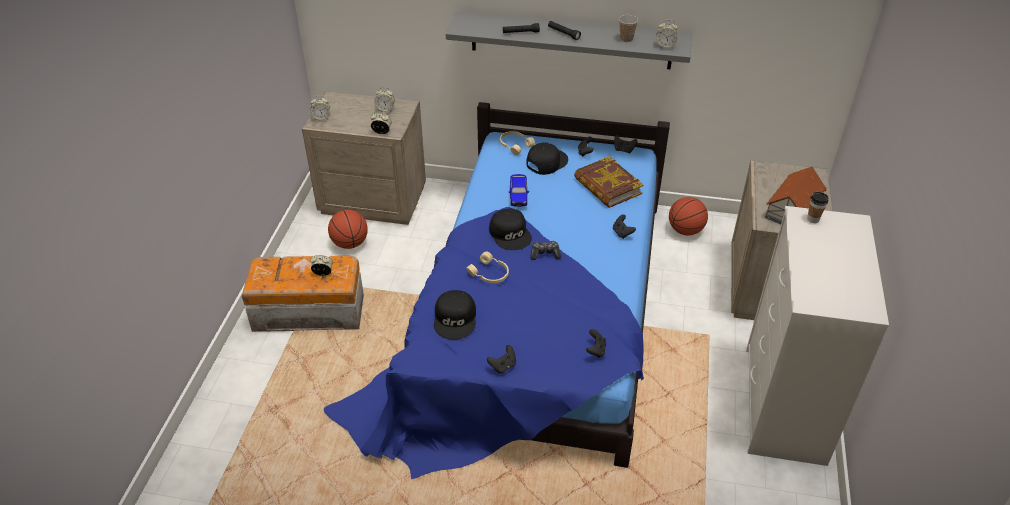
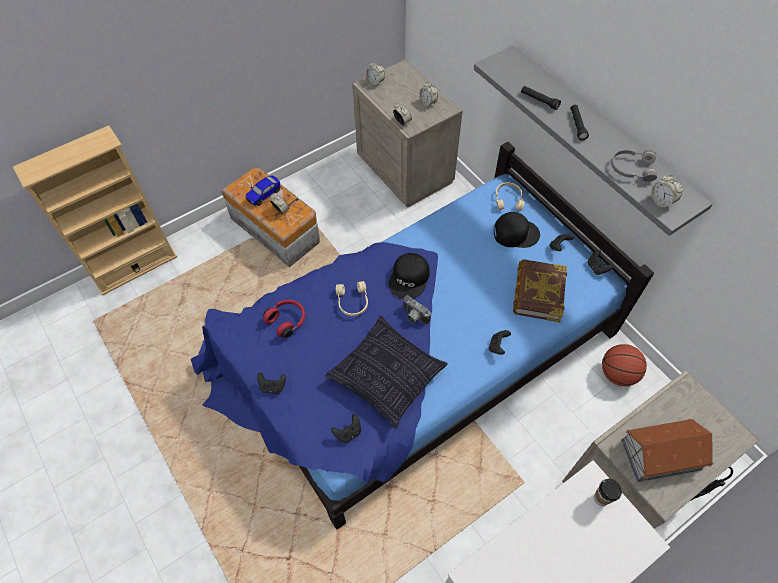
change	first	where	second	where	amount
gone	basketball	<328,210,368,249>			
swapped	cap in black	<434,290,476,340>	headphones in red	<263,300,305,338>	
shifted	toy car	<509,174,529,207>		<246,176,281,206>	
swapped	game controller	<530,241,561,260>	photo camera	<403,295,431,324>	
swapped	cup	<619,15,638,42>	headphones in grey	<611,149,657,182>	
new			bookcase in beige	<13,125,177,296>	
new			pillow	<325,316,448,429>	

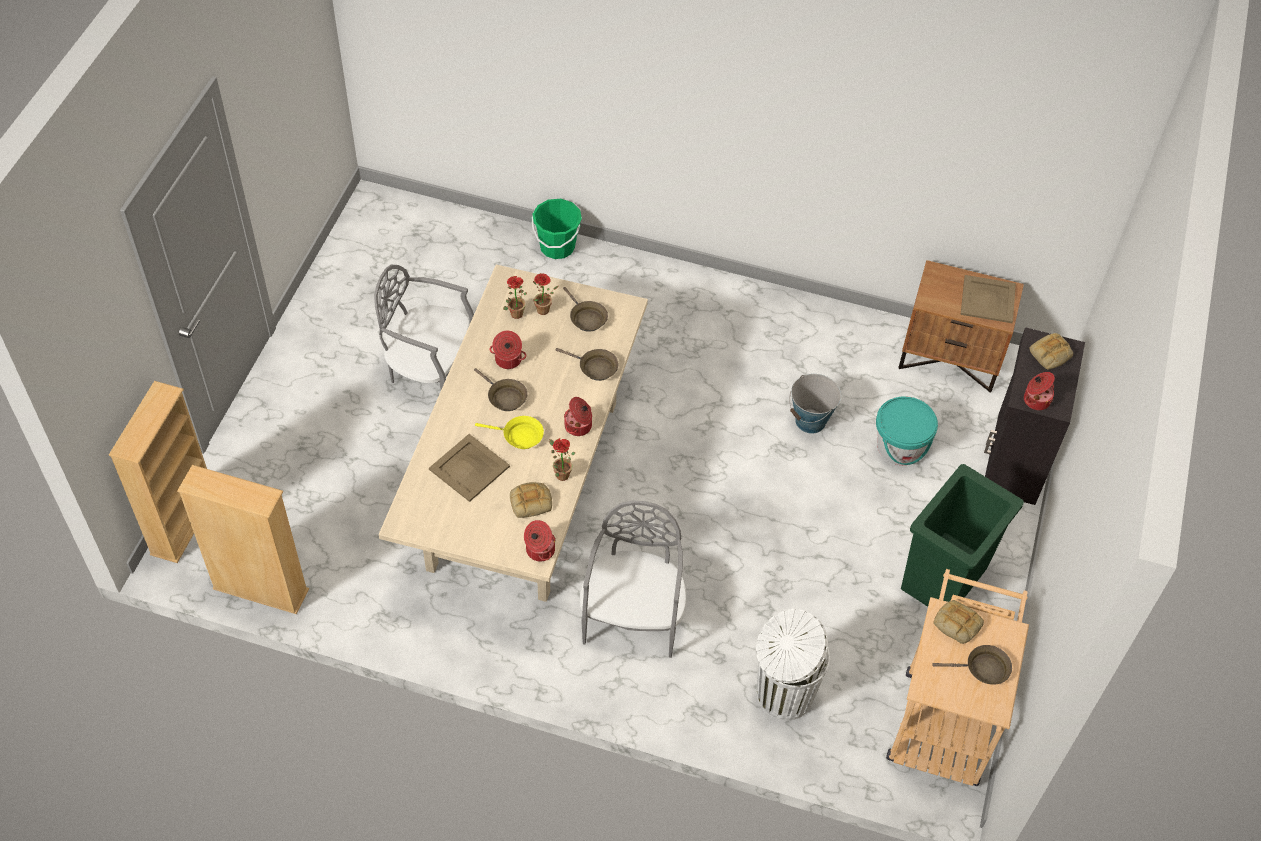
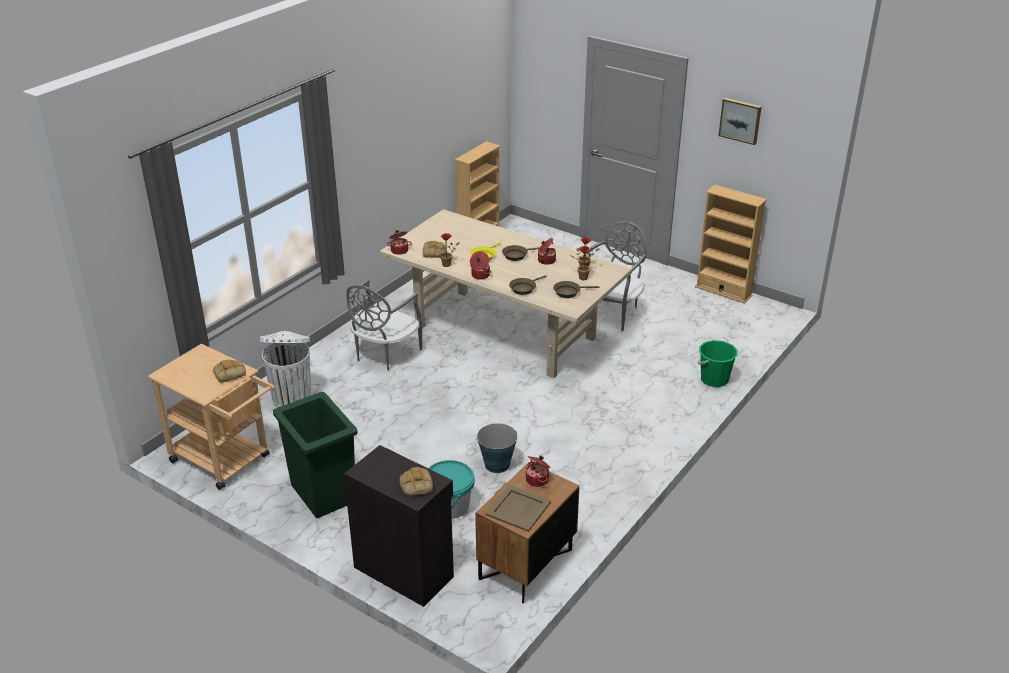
change	first	where	second	where	amount
shifted	bookcase in beige	<109,381,207,563>		<695,185,767,304>	
gone	tray in beige	<429,434,510,502>			
rotated	chair in grey	<579,500,687,658>		<346,279,422,371>	90 degrees clockwise
gone	frying pan in brown	<933,645,1012,685>			
shifted	cooking pot	<1024,372,1055,410>		<526,456,551,487>	
new			picture	<718,98,762,145>	

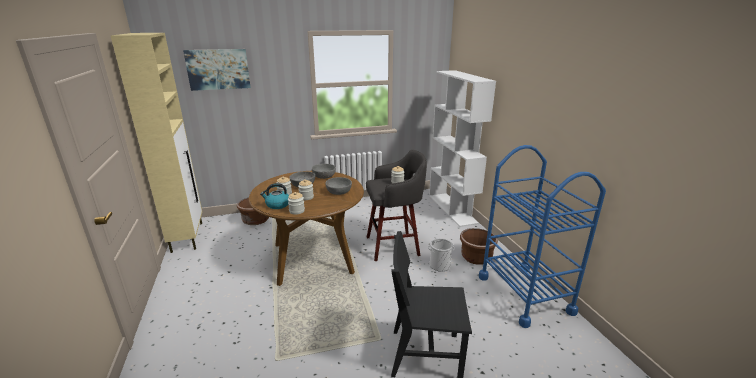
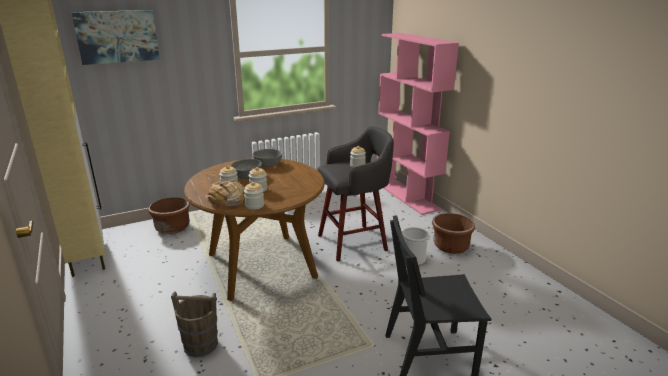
change	first	where	second	where	amount
swapped	kettle	<260,183,289,209>	bread	<205,180,245,206>	
gone	bowl in grey	<326,177,352,195>			
repainted	bookcase in white	<429,70,496,227>	bookcase in pink	<377,33,459,215>	
gone	cart in blue	<479,145,606,328>			
new			bucket in brown	<171,291,218,357>	

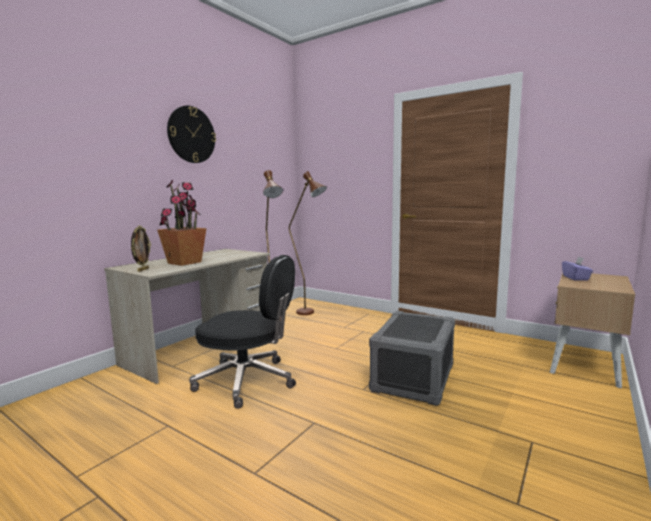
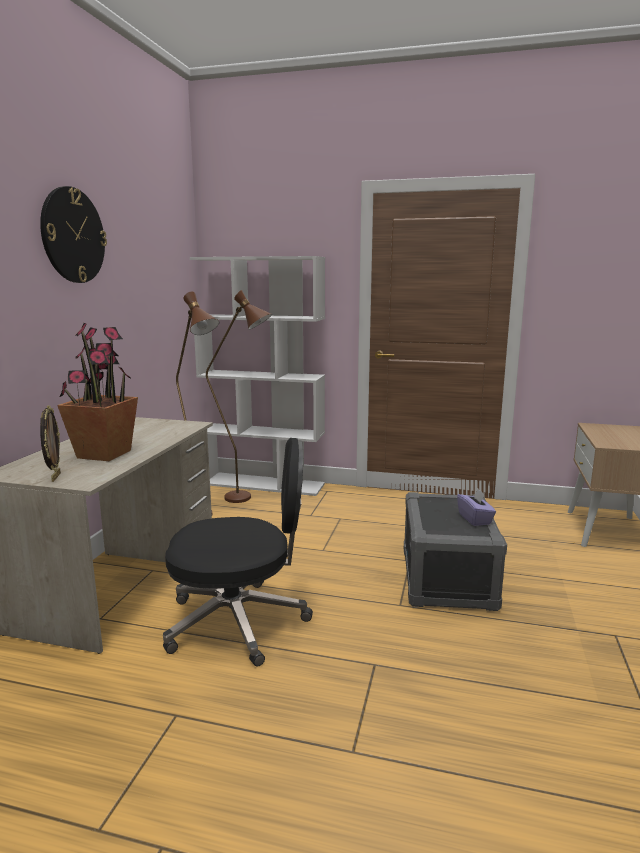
change	first	where	second	where	amount
shifted	tissue box in purple	<562,257,593,281>		<457,489,496,526>	
new			bookcase in white	<190,256,325,496>	

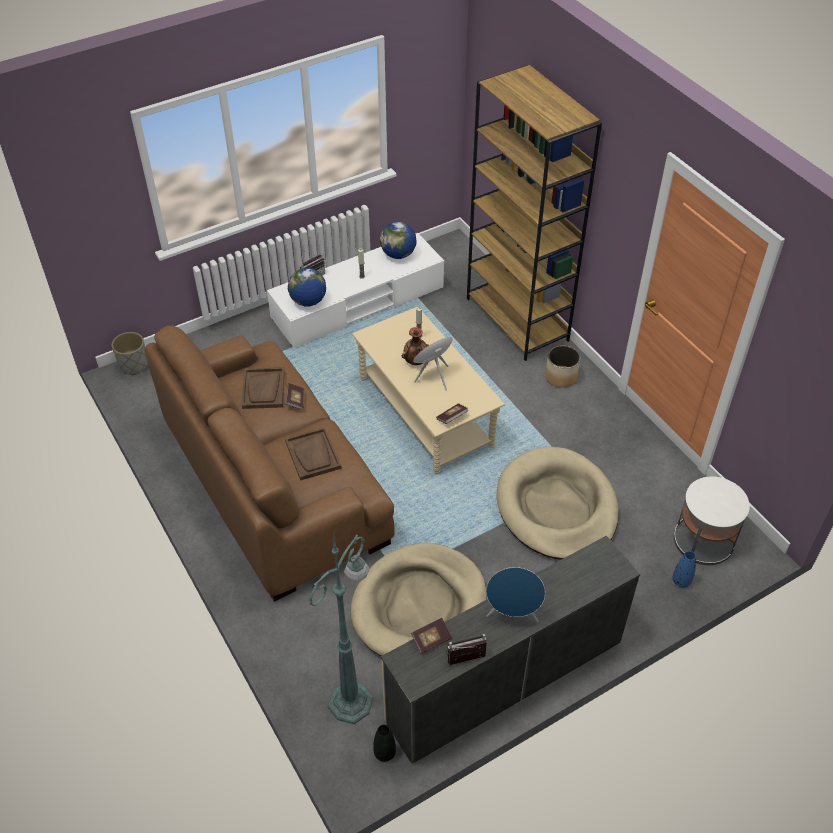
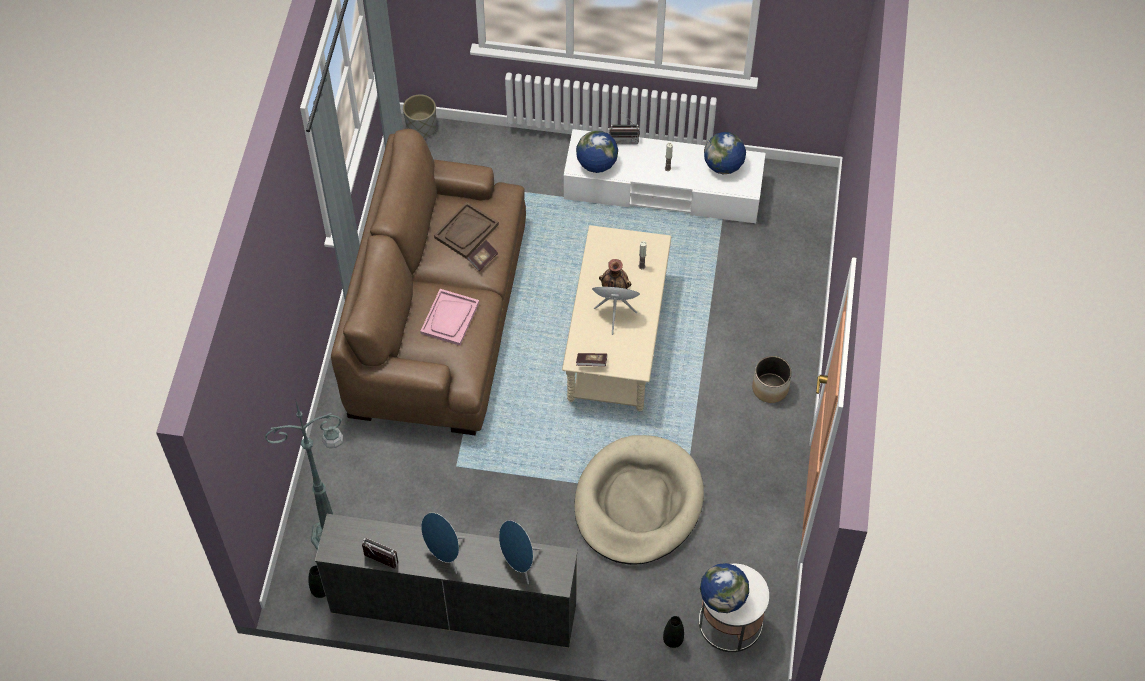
change	first	where	second	where	amount
repainted	tray in brown	<285,427,341,481>	tray in pink	<420,289,479,346>	
gone	dog bed in beige	<351,543,486,656>			
gone	book	<411,618,451,654>			
gone	bookcase in brown	<467,65,602,361>			
repainted	vase in blue	<672,551,696,587>	vase in black	<663,616,684,648>	
new			speaker in blue	<499,520,542,584>	
new			globe	<700,563,749,613>	

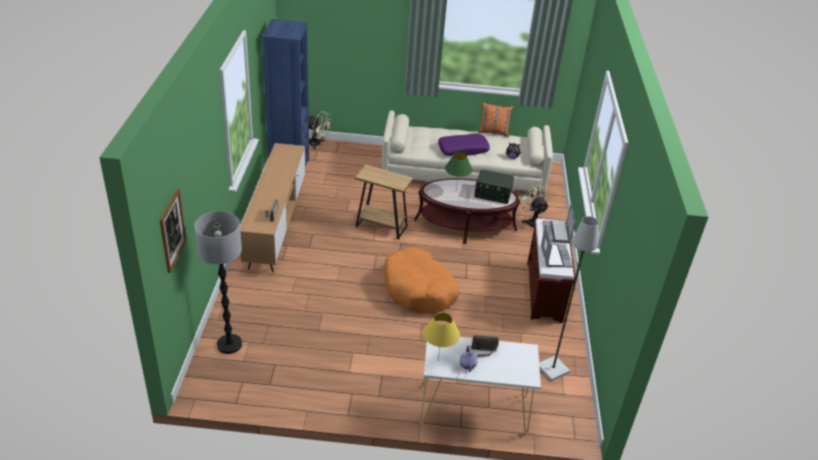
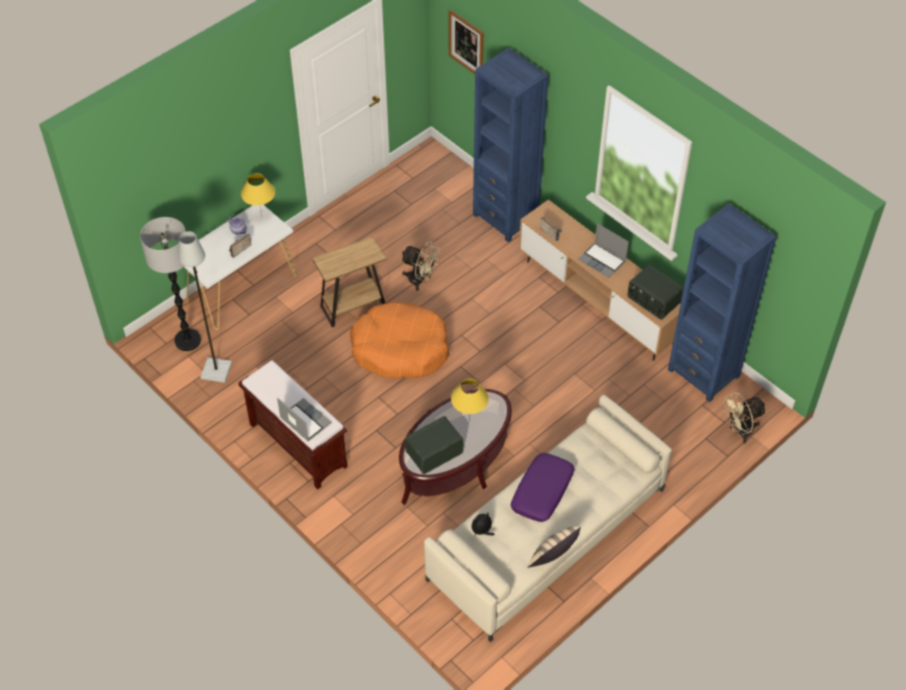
change	first	where	second	where	amount
shifted	floor lamp	<194,211,242,354>		<140,217,201,351>	
shifted	side table in brown	<355,164,414,239>		<312,236,386,327>	
repainted	table lamp in green	<445,153,472,188>	table lamp in yellow	<451,379,489,421>	
repainted	pillow in orange	<478,102,513,137>	pillow in beige	<528,526,581,568>	
shifted	fan in beige	<519,183,550,227>		<401,241,440,291>	
shifted	laptop	<541,224,573,267>		<578,223,629,278>	
new			bookcase in blue	<473,48,549,242>	
new			radio	<627,264,684,320>	

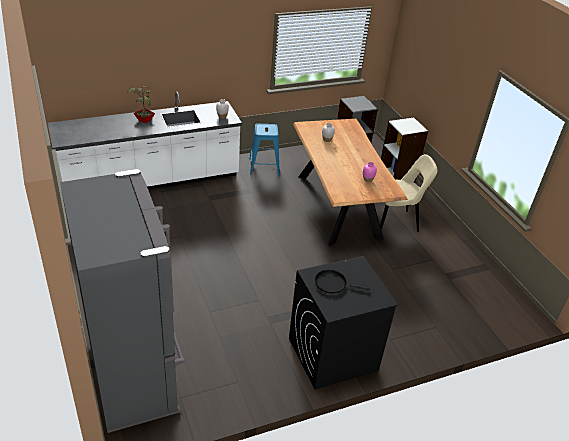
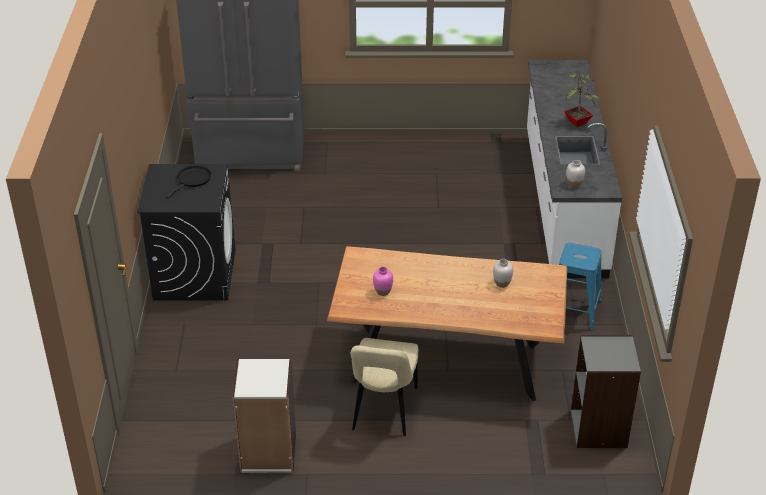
change	first	where	second	where	amount
shifted	bookcase in white	<381,117,429,181>		<232,359,296,473>	

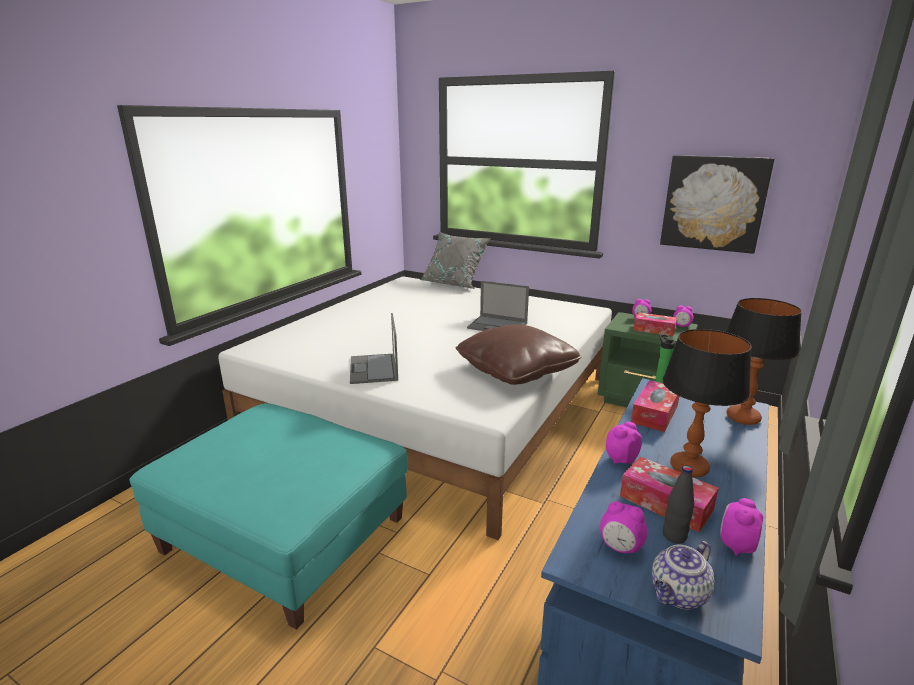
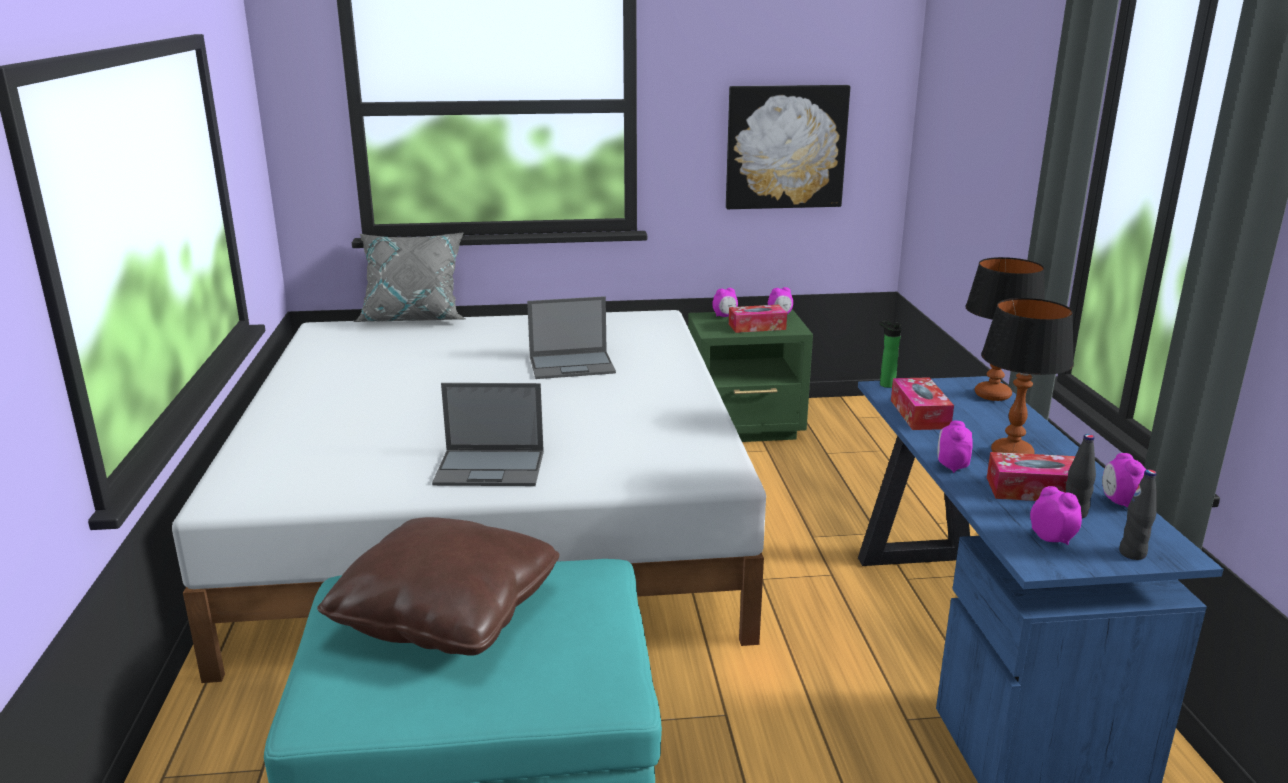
change	first	where	second	where	amount
rotated	laptop	<350,313,398,384>		<432,383,544,486>	45 degrees counterclockwise
shifted	pillow in brown	<456,324,582,385>		<317,517,559,656>	
rotated	alarm clock	<600,501,647,553>		<1030,486,1082,545>	120 degrees counterclockwise
swapped	teapot	<652,541,714,610>	bottle in black	<1119,469,1157,560>	

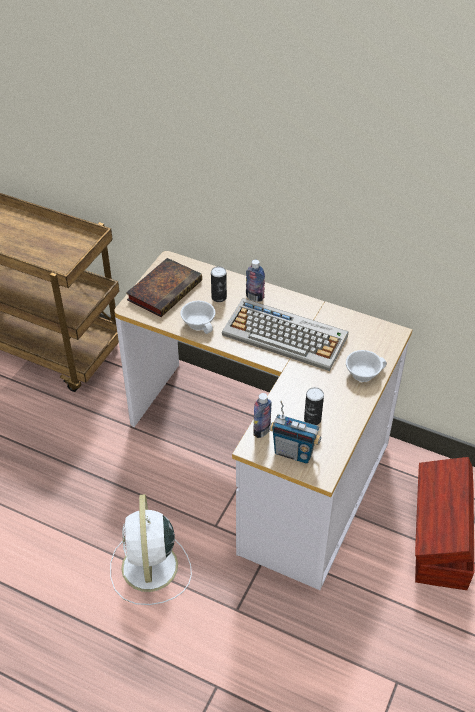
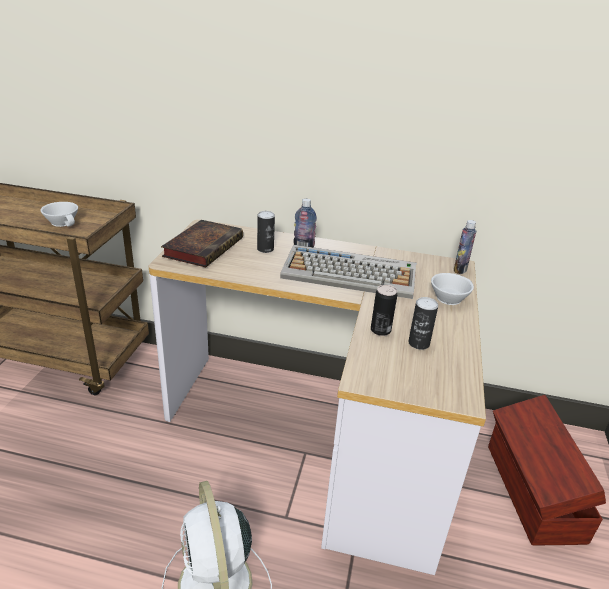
change	first	where	second	where	amount
shifted	cup in white	<180,301,215,334>		<40,202,78,227>	
shifted	bottle	<253,393,272,438>		<454,220,476,274>	
gone	radio	<269,400,321,464>			
new			can	<371,285,397,336>	

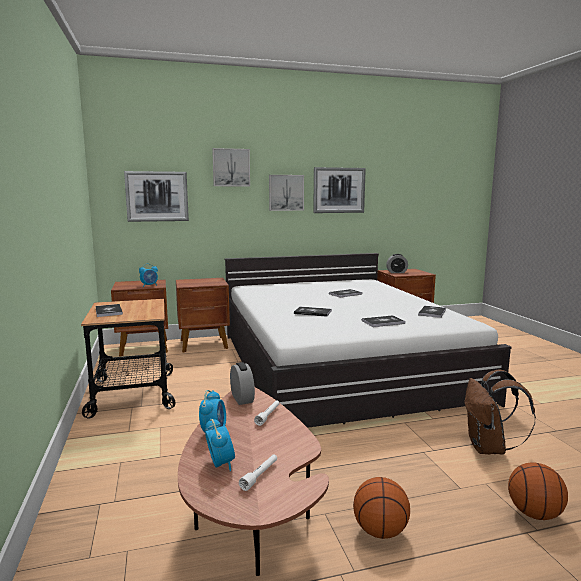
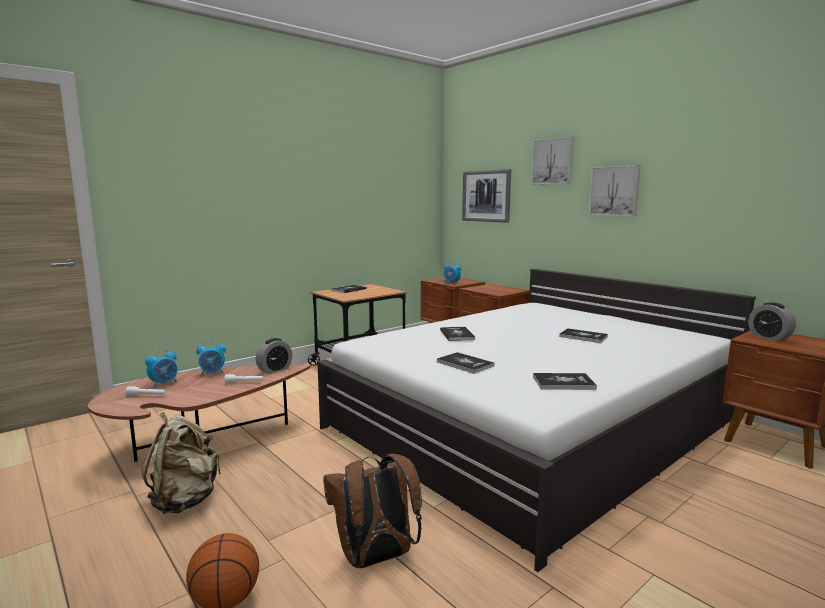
change	first	where	second	where	amount
gone	picture	<313,167,366,213>			
swapped	basketball	<353,477,410,539>	backpack in beige	<142,412,221,514>	

